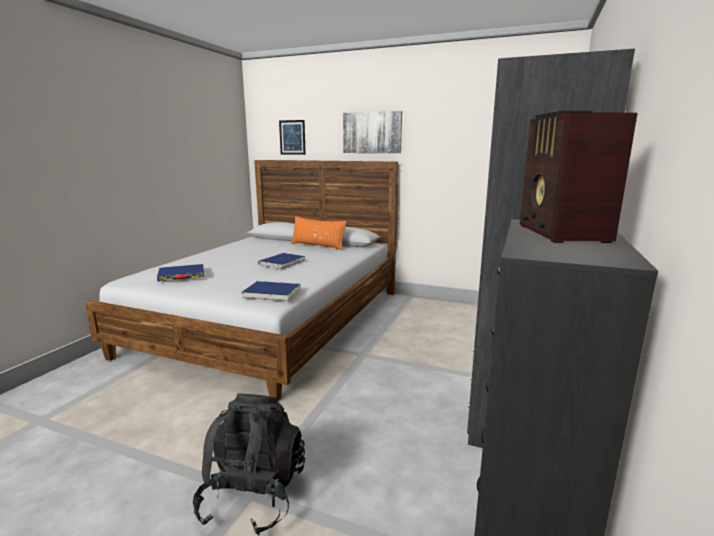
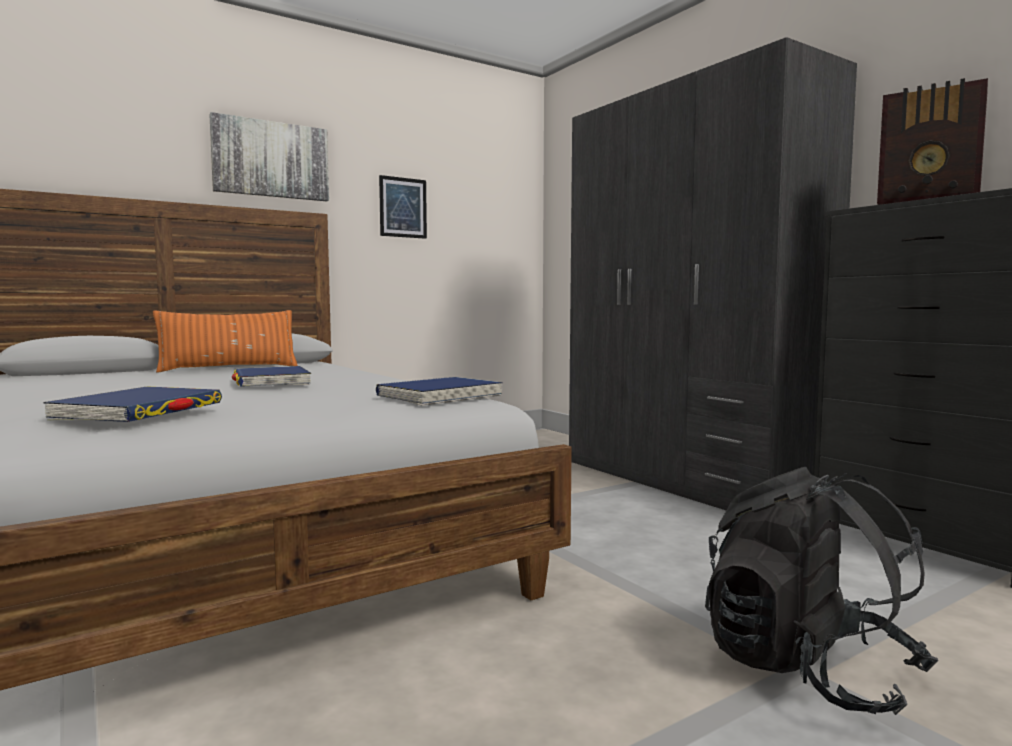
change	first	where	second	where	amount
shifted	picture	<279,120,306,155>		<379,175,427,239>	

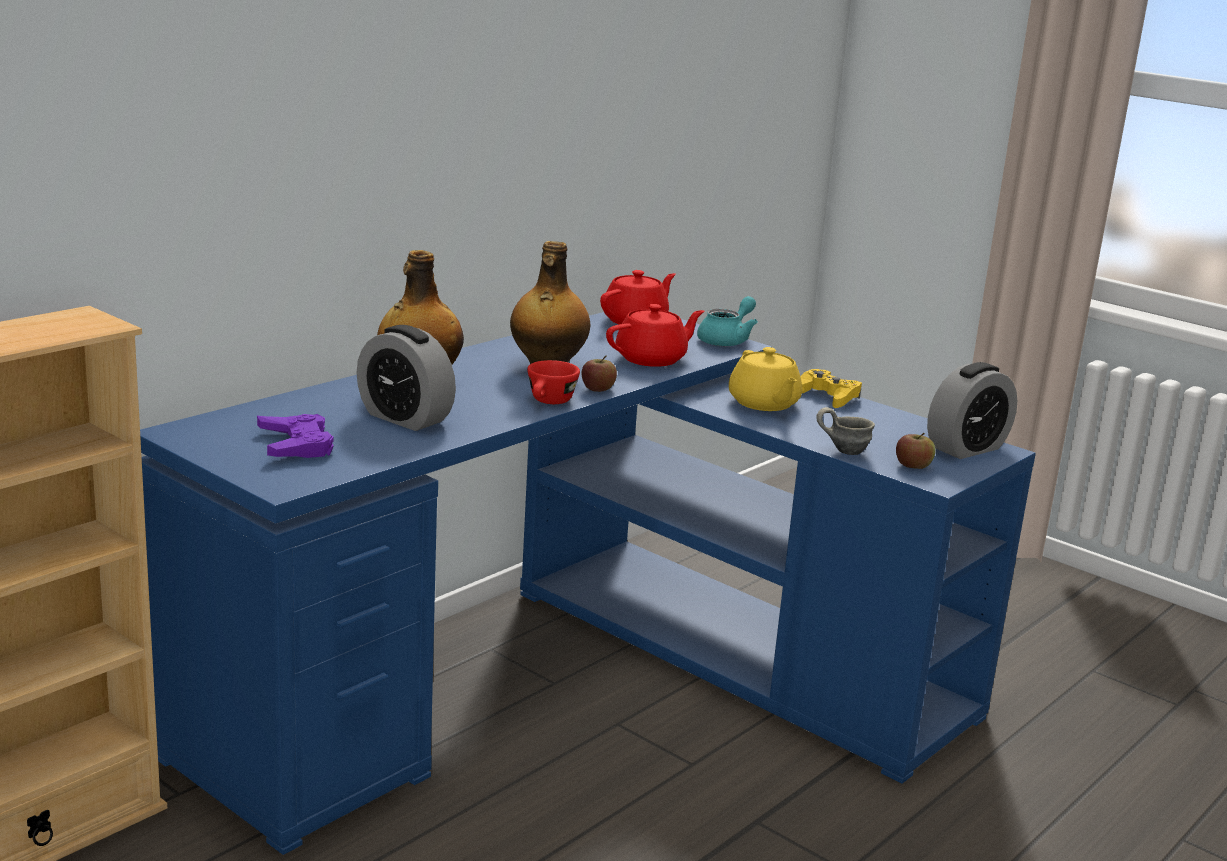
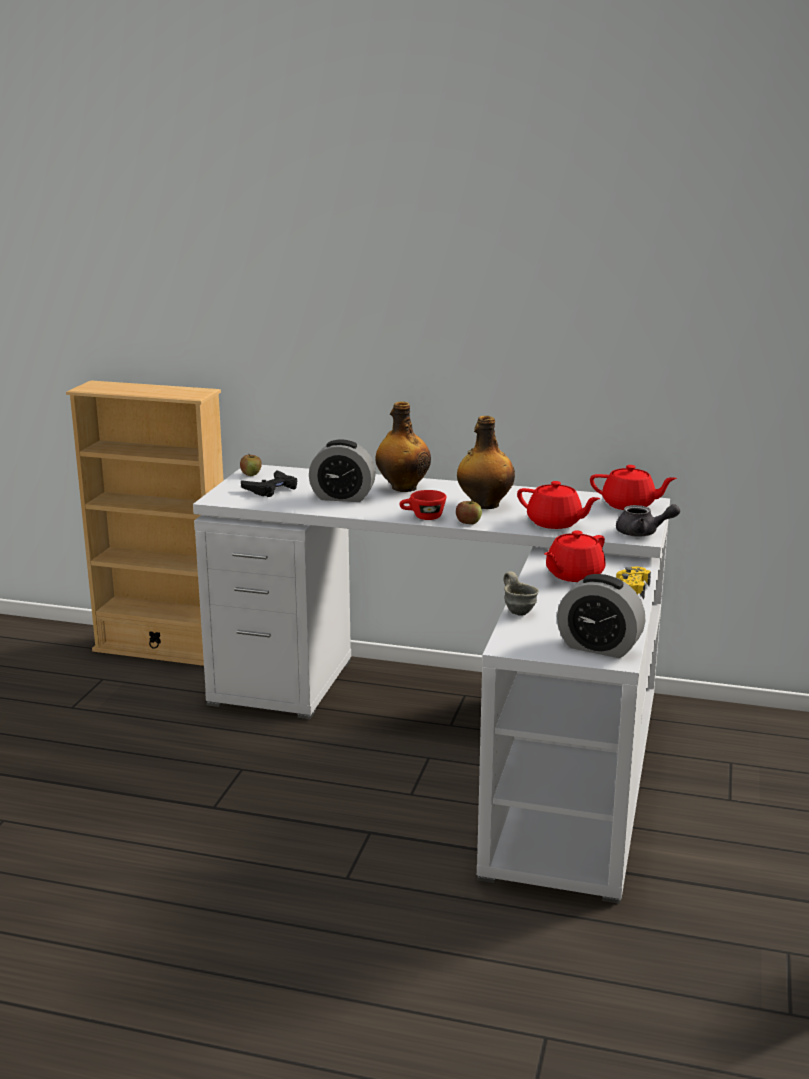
change	first	where	second	where	amount
repainted	desk in blue	<140,312,1036,855>	desk in white	<193,465,670,904>	
repainted	game controller in purple	<257,414,334,458>	game controller in black	<241,470,297,497>	
rotated	alarm clock	<357,325,456,431>		<309,440,376,502>	90 degrees counterclockwise
repainted	teapot in turquoise	<697,296,758,346>	teapot in grey	<616,504,680,537>	
repainted	teapot in yellow	<729,347,802,411>	teapot in red	<544,530,606,582>	
shifted	apple	<896,433,935,469>		<240,454,262,476>	

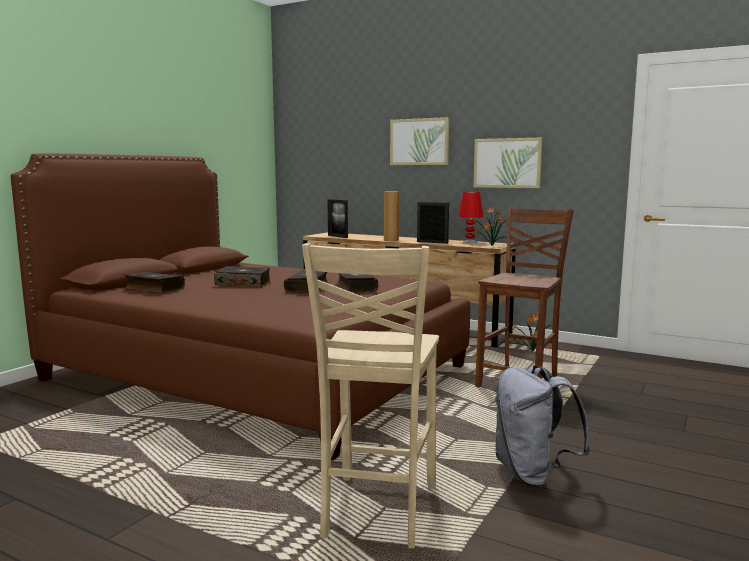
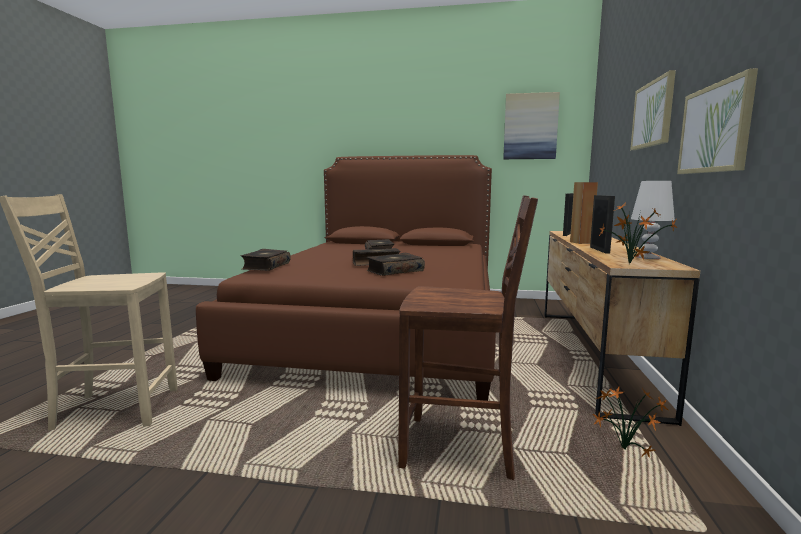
change	first	where	second	where	amount
shifted	book	<125,272,185,293>		<241,249,291,271>	
repainted	table lamp in red	<458,192,483,243>	table lamp in white	<631,181,675,259>	
gone	backpack in grey	<495,365,591,488>			
new			picture	<503,92,560,159>	

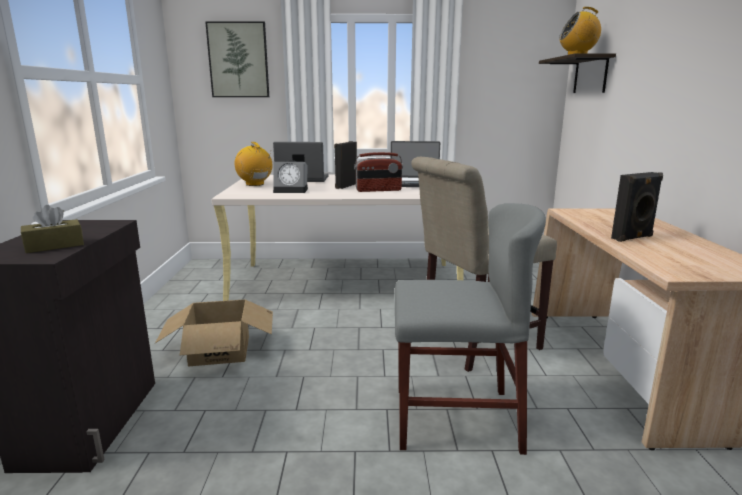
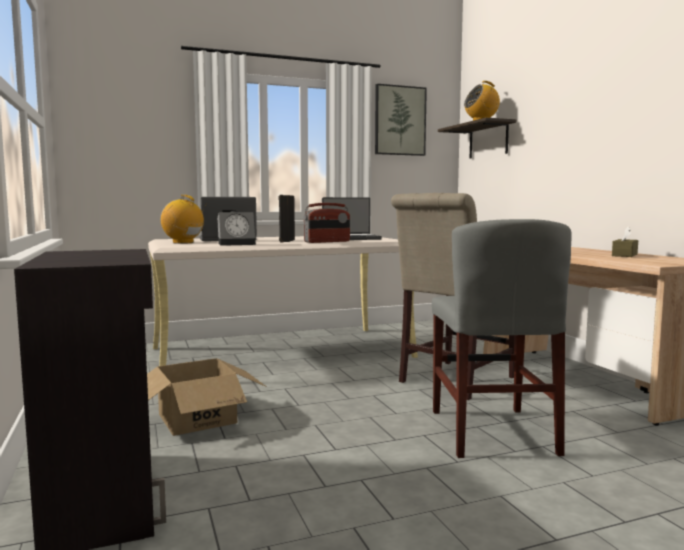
change	first	where	second	where	amount
shifted	tissue box in brown	<21,205,84,253>		<612,226,638,257>	
shifted	picture	<205,21,269,97>		<375,84,427,156>	
rotated	chair in grey	<395,203,546,455>		<432,219,571,458>	105 degrees clockwise
gone	speaker in black	<611,172,663,242>			

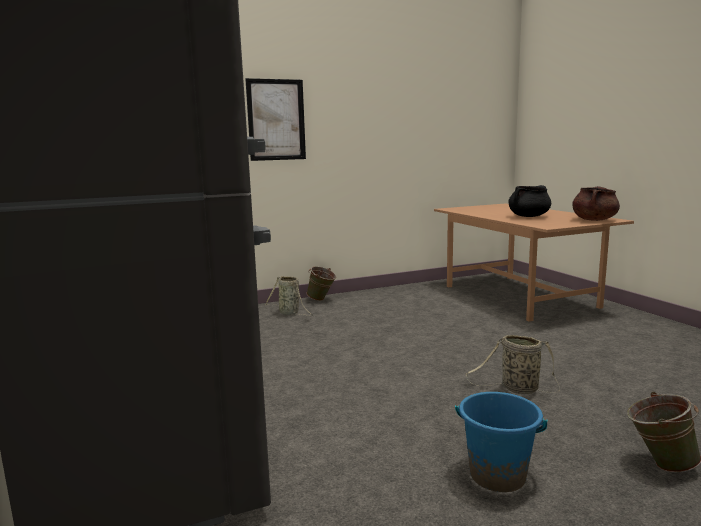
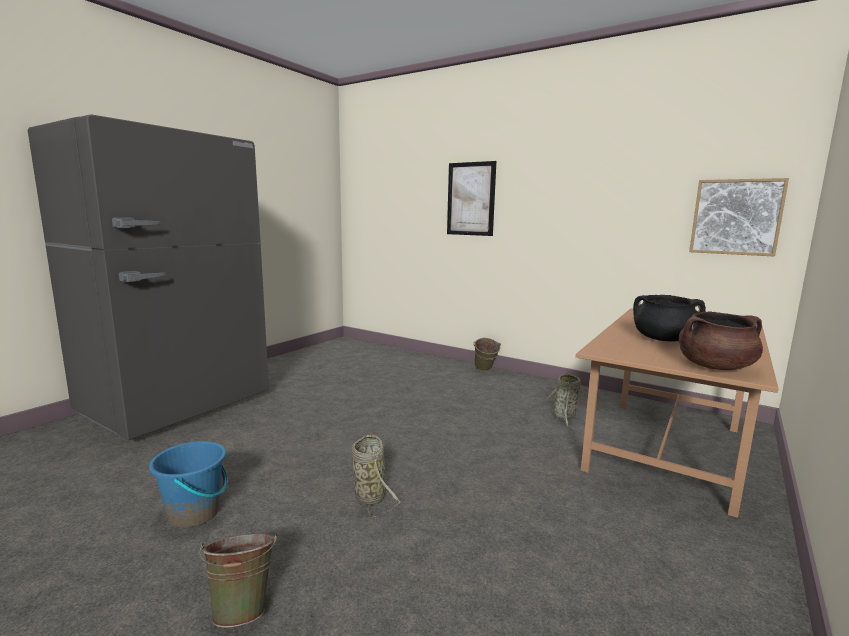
change	first	where	second	where	amount
shifted	basket	<265,276,313,316>		<548,372,581,428>	
new			picture	<689,178,789,257>	

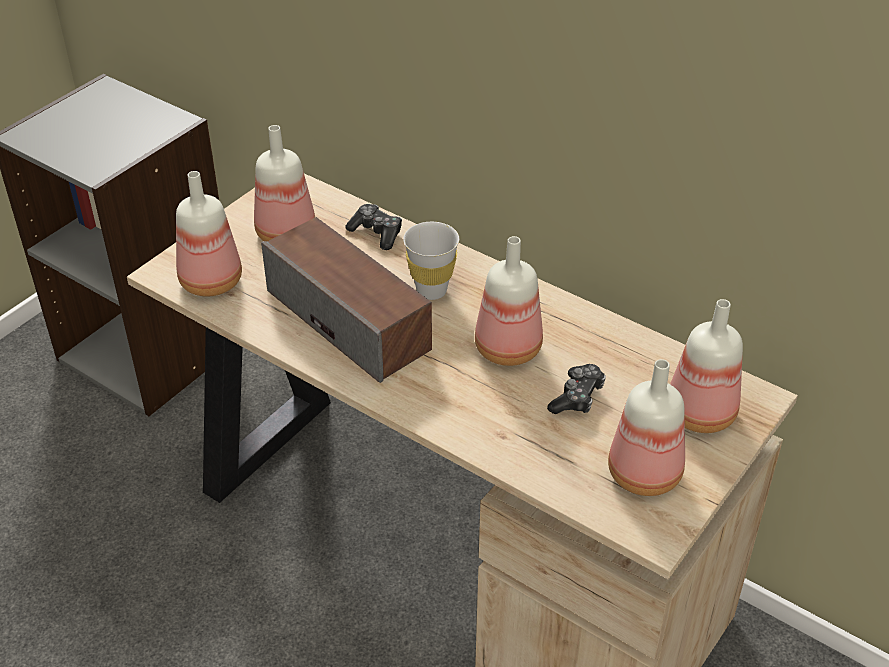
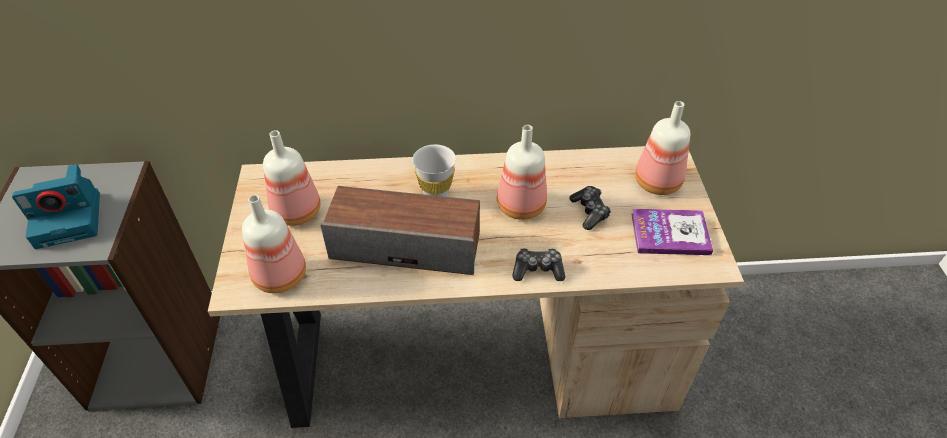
change	first	where	second	where	amount
shifted	game controller	<345,204,402,250>		<512,248,565,281>	
swapped	bottle	<608,359,685,496>	book	<631,209,713,255>	
new			photo camera	<12,164,100,249>	

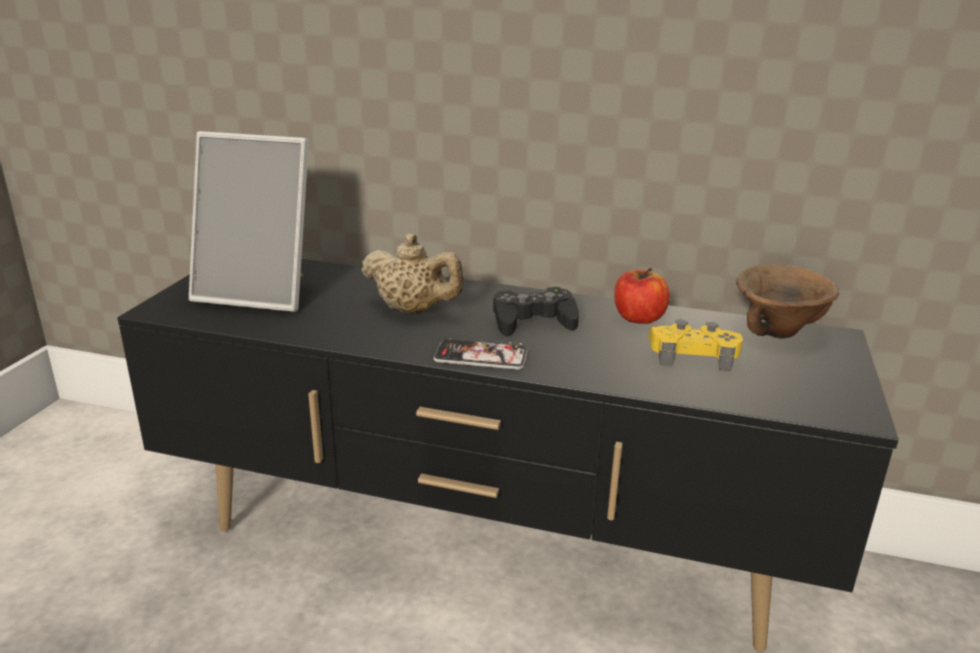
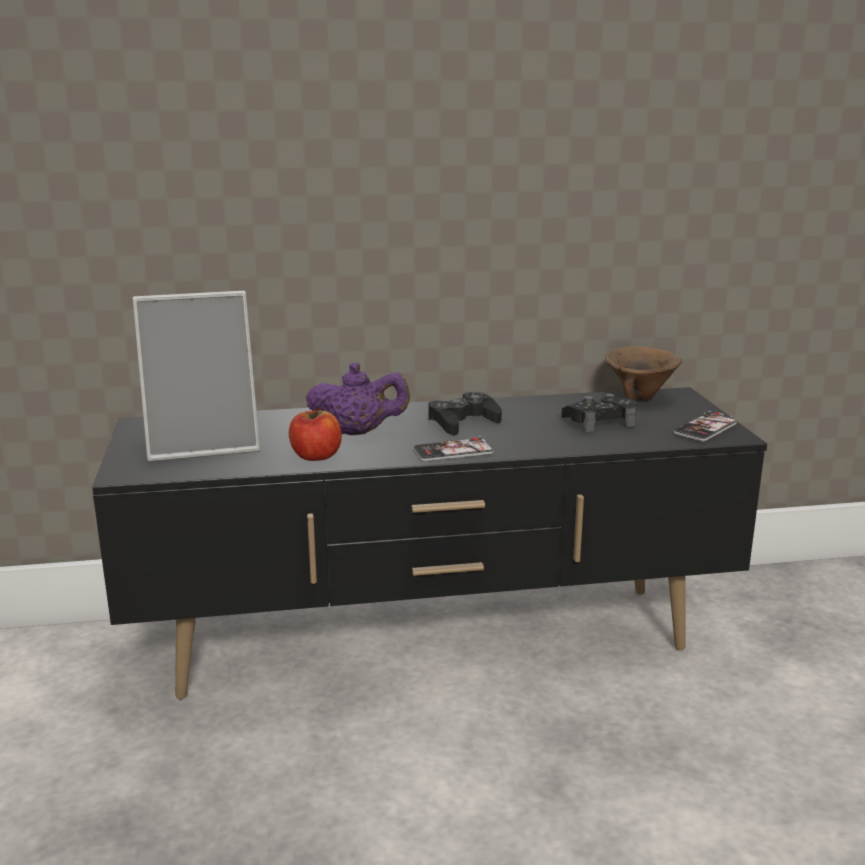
change	first	where	second	where	amount
repainted	teapot in beige	<362,234,464,314>	teapot in purple	<306,363,410,435>	
shifted	apple	<614,268,670,324>		<289,407,342,461>	
repainted	game controller in yellow	<648,320,743,371>	game controller in black	<561,394,637,432>	
new			phone	<674,411,737,442>	

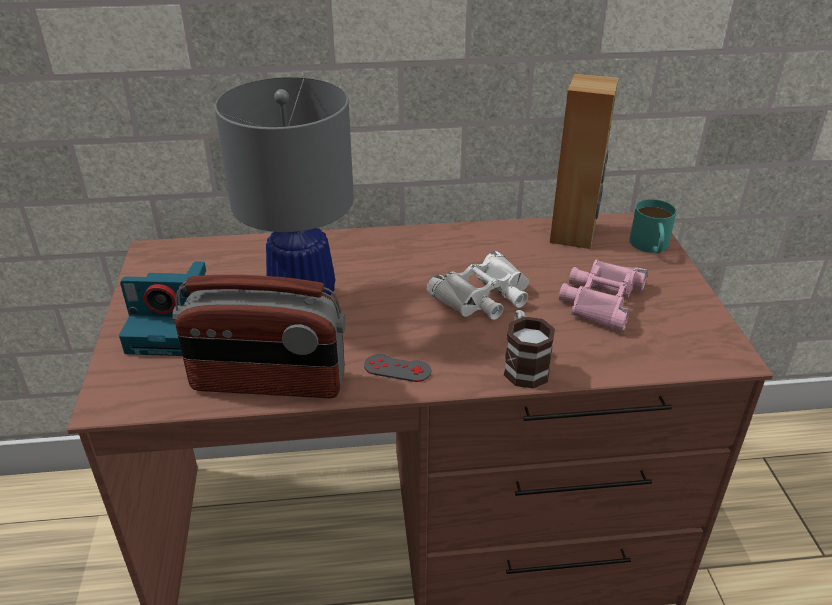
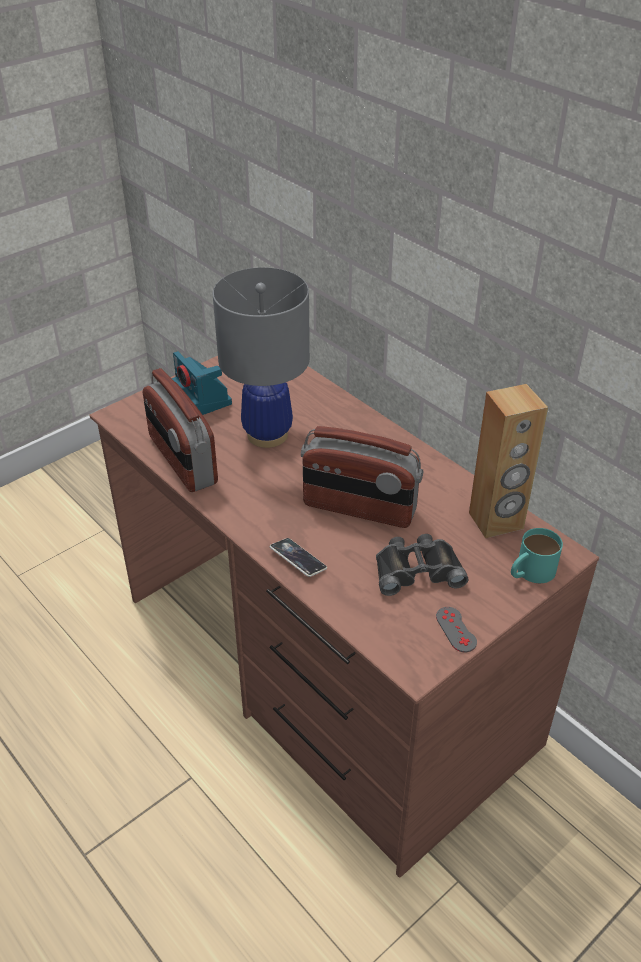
change	first	where	second	where	amount
shifted	game controller in grey	<364,354,431,382>		<436,607,477,652>	
swapped	binoculars in white	<427,251,529,320>	radio	<301,426,423,528>	
swapped	mug	<504,310,555,389>	phone	<270,538,327,577>	
repainted	binoculars in pink	<559,260,648,332>	binoculars in black	<376,534,468,596>	

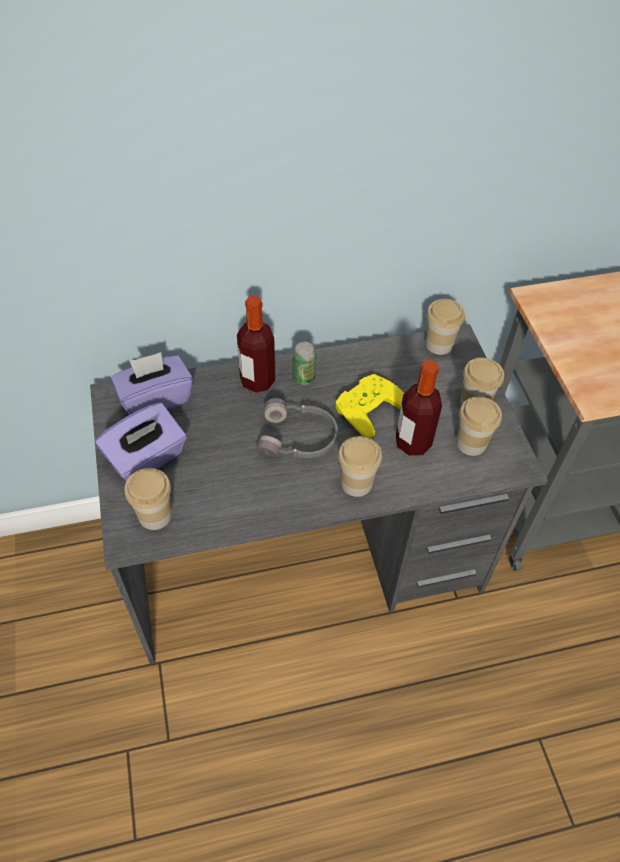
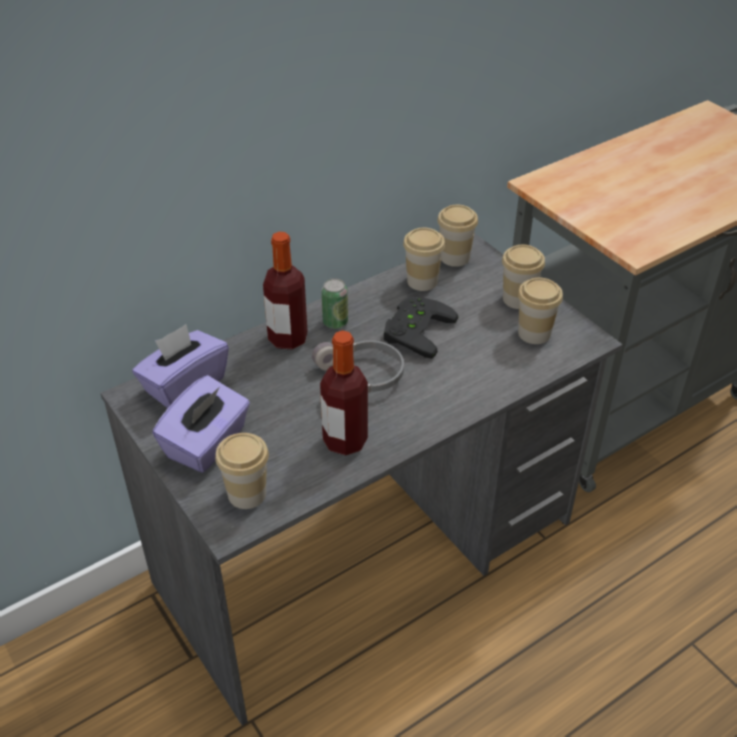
change	first	where	second	where	amount
repainted	game controller in yellow	<336,374,405,438>	game controller in black	<384,297,458,359>	
shifted	cup	<338,436,382,497>		<403,227,445,291>	
shifted	bottle	<396,360,442,456>		<320,330,368,455>	

